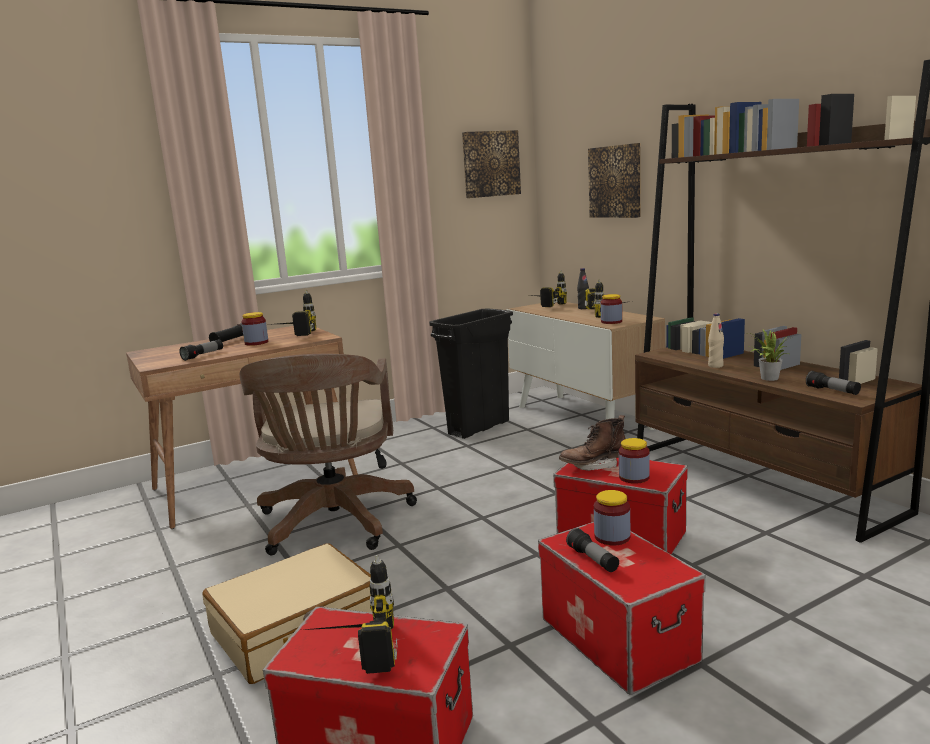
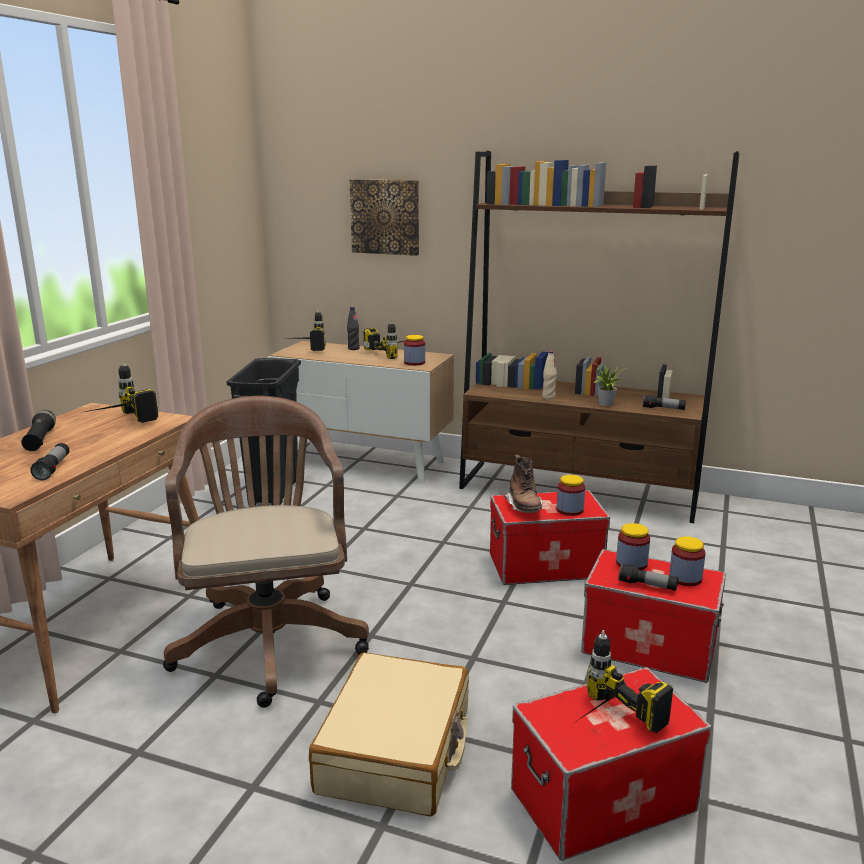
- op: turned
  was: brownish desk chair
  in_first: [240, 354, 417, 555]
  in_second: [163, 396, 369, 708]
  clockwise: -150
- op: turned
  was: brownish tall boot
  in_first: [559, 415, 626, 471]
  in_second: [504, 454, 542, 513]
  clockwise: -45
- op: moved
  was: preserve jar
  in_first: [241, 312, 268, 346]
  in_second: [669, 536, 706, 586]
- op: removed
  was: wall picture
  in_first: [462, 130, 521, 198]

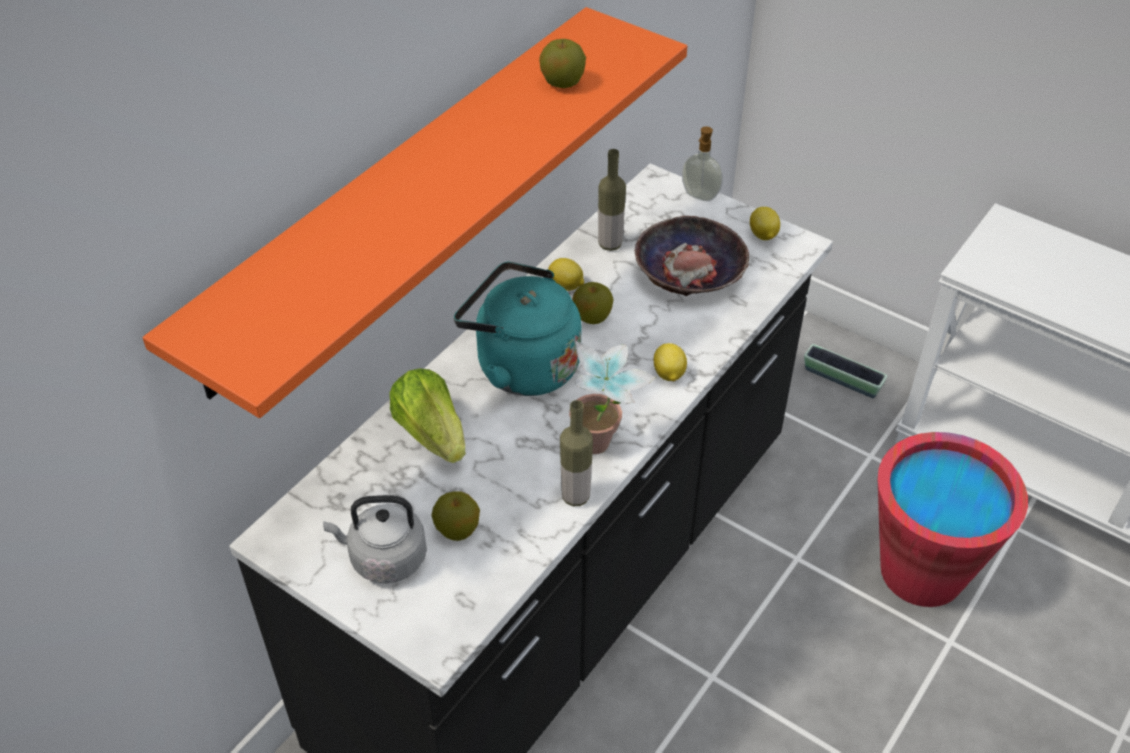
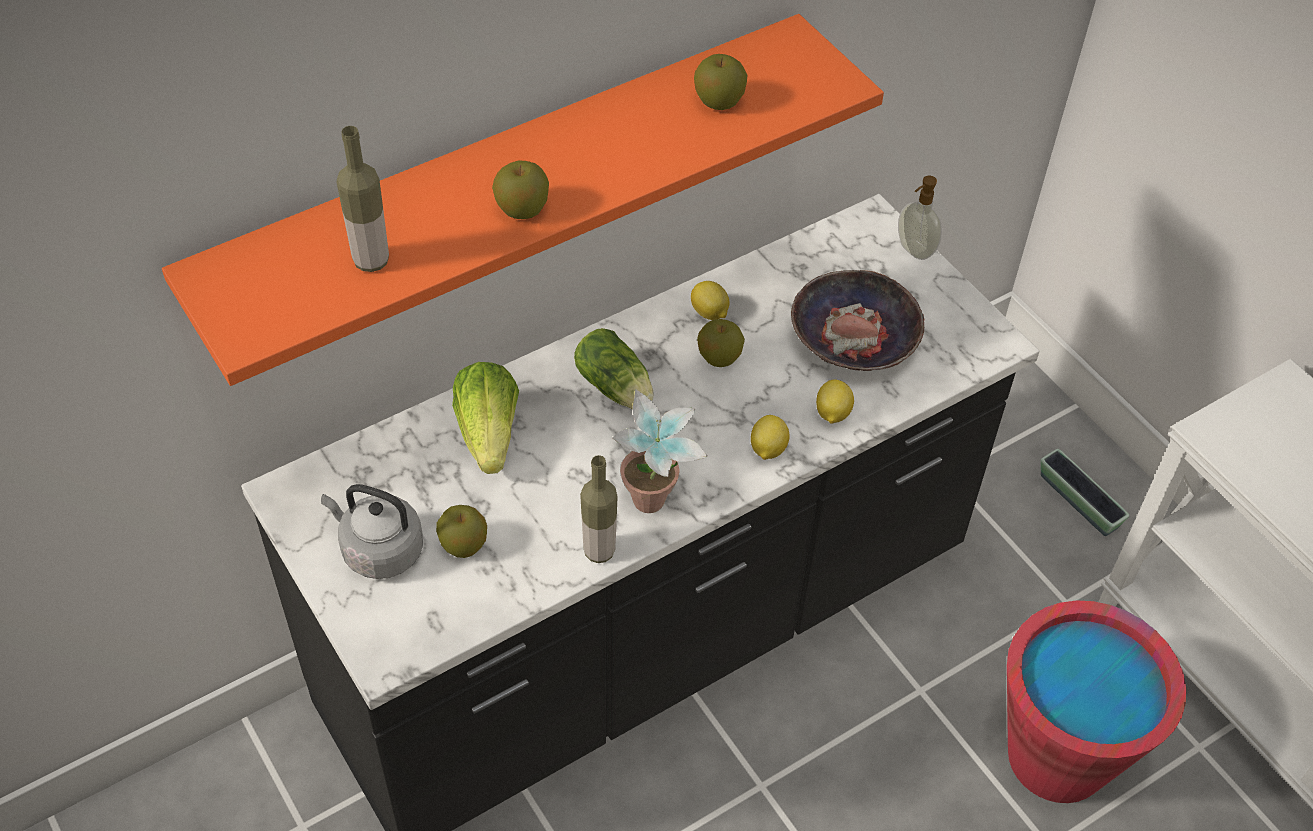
- op: moved
  was: bottle
  in_first: [598, 149, 626, 251]
  in_second: [337, 126, 389, 272]
- op: added
  now: apple fruit
  in_second: [492, 161, 549, 219]
- op: replaced
  was: turquoise-coloured kettle
  now: lettuce head
  in_first: [454, 261, 581, 396]
  in_second: [574, 328, 654, 409]
- op: moved
  was: lemon
  in_first: [750, 207, 780, 240]
  in_second: [816, 379, 854, 424]

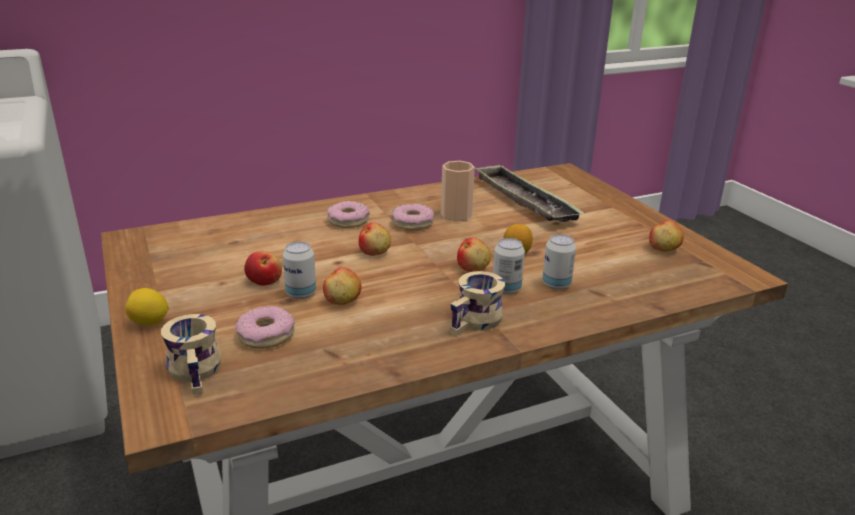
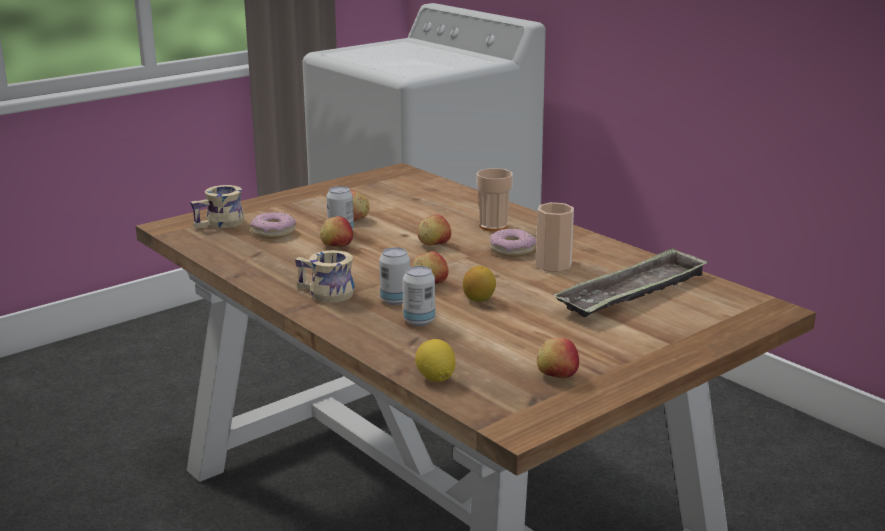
- op: moved
  was: lemon
  in_first: [125, 288, 169, 325]
  in_second: [415, 339, 456, 382]
- op: replaced
  was: ring doughnut
  now: cup
  in_first: [327, 201, 370, 228]
  in_second: [476, 168, 513, 231]

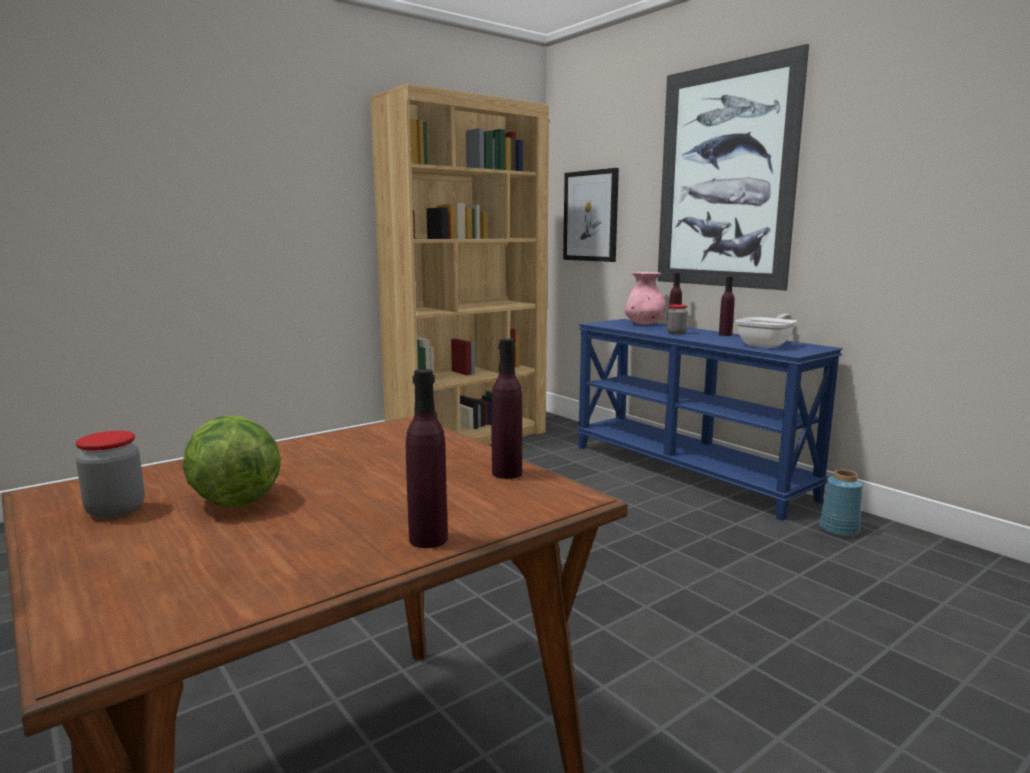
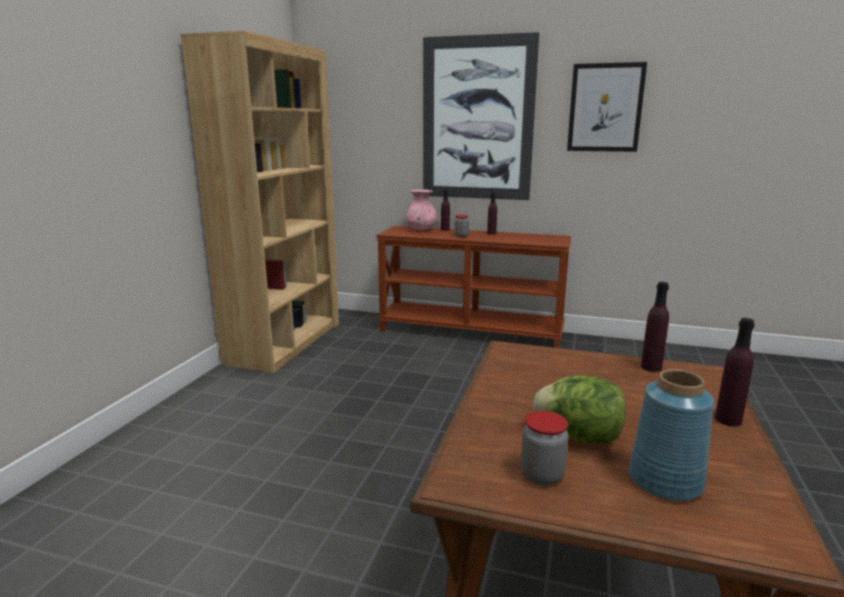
- op: recoloured
  was: blue hall table
  now: brownish hall table
  in_first: [577, 319, 843, 521]
  in_second: [376, 226, 571, 348]
- op: moved
  was: wall picture
  in_first: [563, 168, 619, 262]
  in_second: [567, 62, 647, 152]
- op: moved
  was: blue decorative vase
  in_first: [820, 470, 863, 537]
  in_second: [629, 369, 714, 501]
- op: removed
  was: frying pan
  in_first: [735, 314, 797, 348]

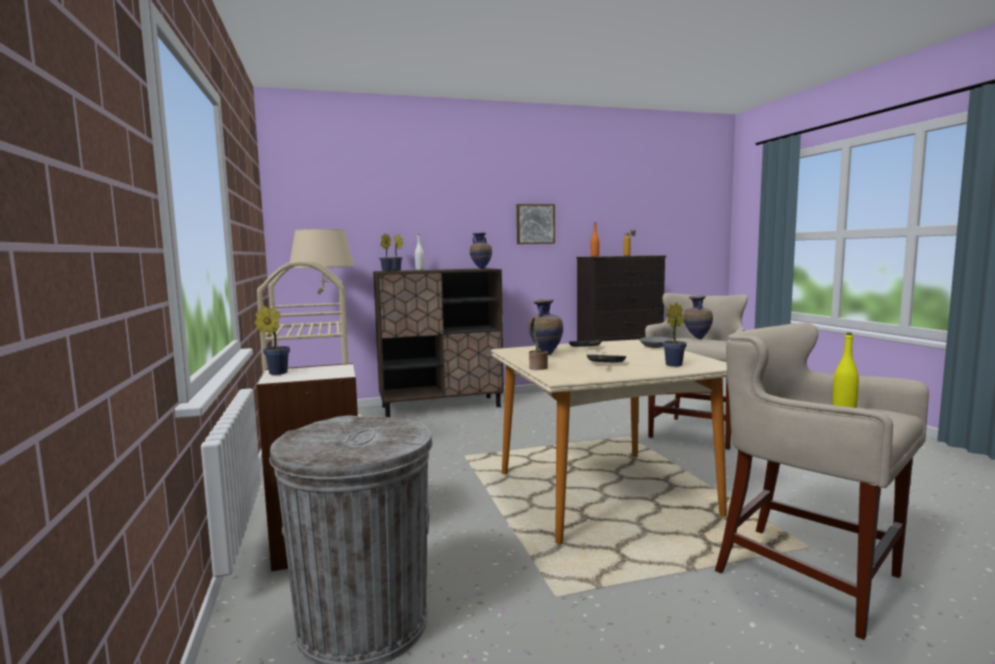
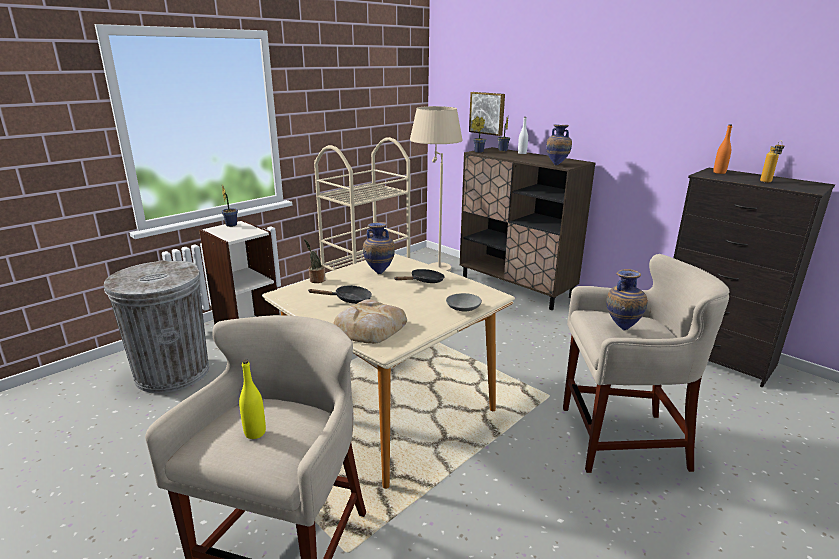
- op: replaced
  was: houseplant
  now: baked bread
  in_first: [663, 302, 687, 367]
  in_second: [333, 299, 407, 344]
- op: moved
  was: wall picture
  in_first: [517, 204, 555, 244]
  in_second: [469, 92, 505, 136]

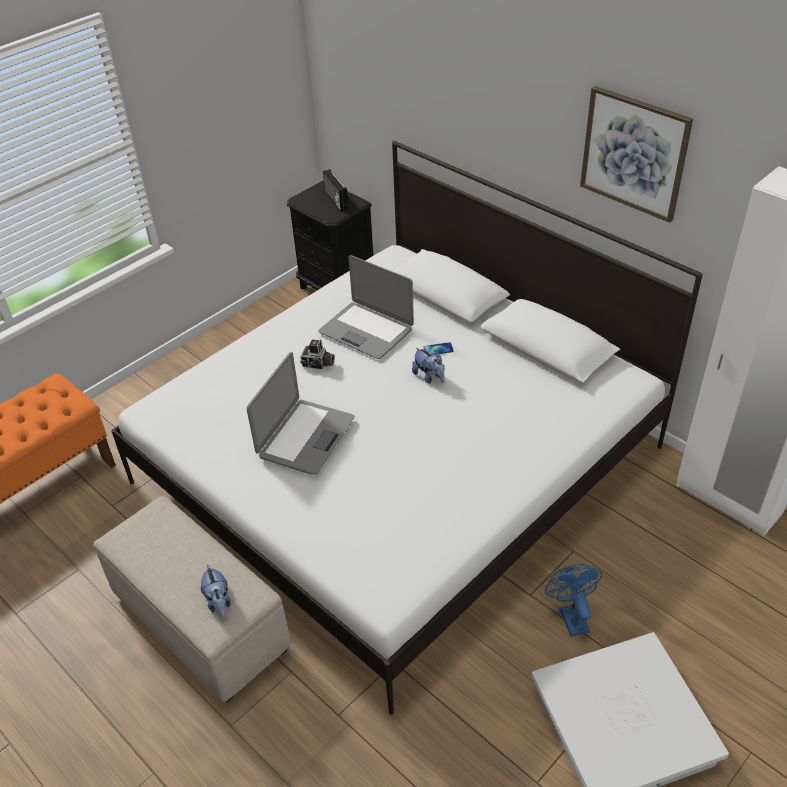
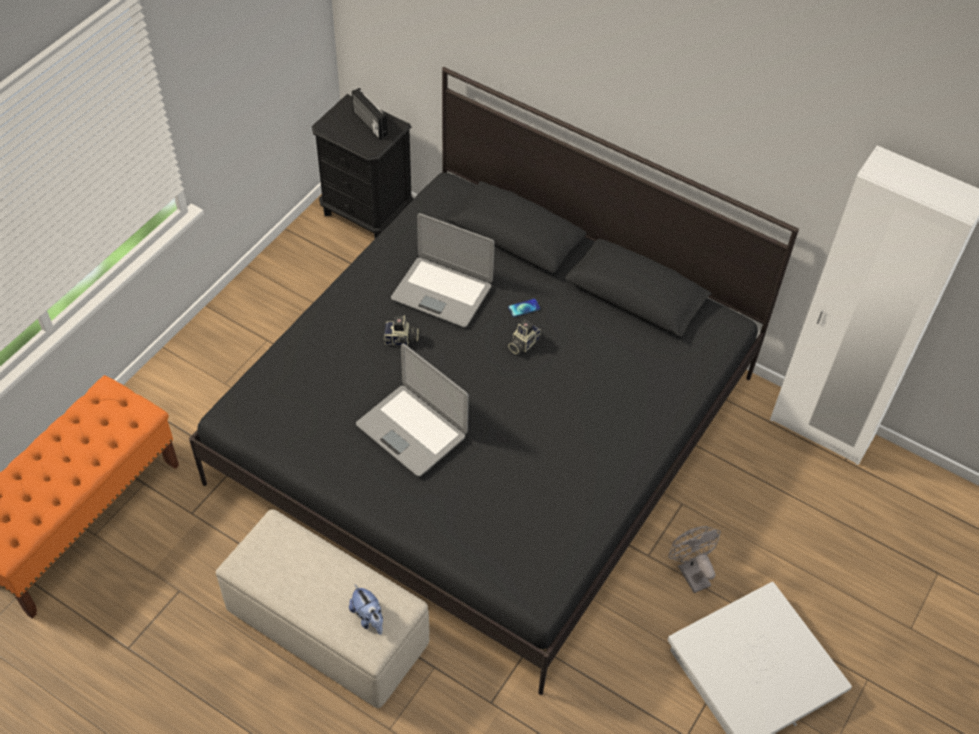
- op: recoloured
  was: white bedroom bed
  now: black bedroom bed
  in_first: [111, 140, 703, 715]
  in_second: [189, 67, 799, 695]
- op: turned
  was: notebook computer
  in_first: [246, 352, 355, 475]
  in_second: [356, 344, 469, 476]
  clockwise: 120
- op: replaced
  was: plush toy
  now: still camera
  in_first: [412, 347, 445, 384]
  in_second: [508, 320, 541, 354]
- op: recoloured
  was: blue fan
  now: greyish fan
  in_first: [545, 564, 602, 636]
  in_second: [668, 526, 721, 593]
- op: removed
  was: wall picture
  in_first: [580, 86, 693, 223]

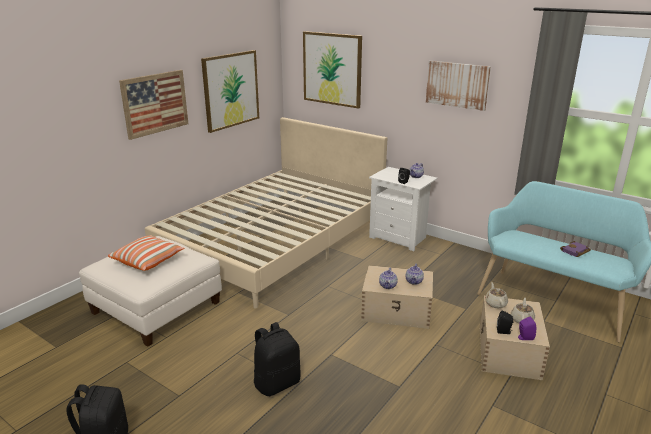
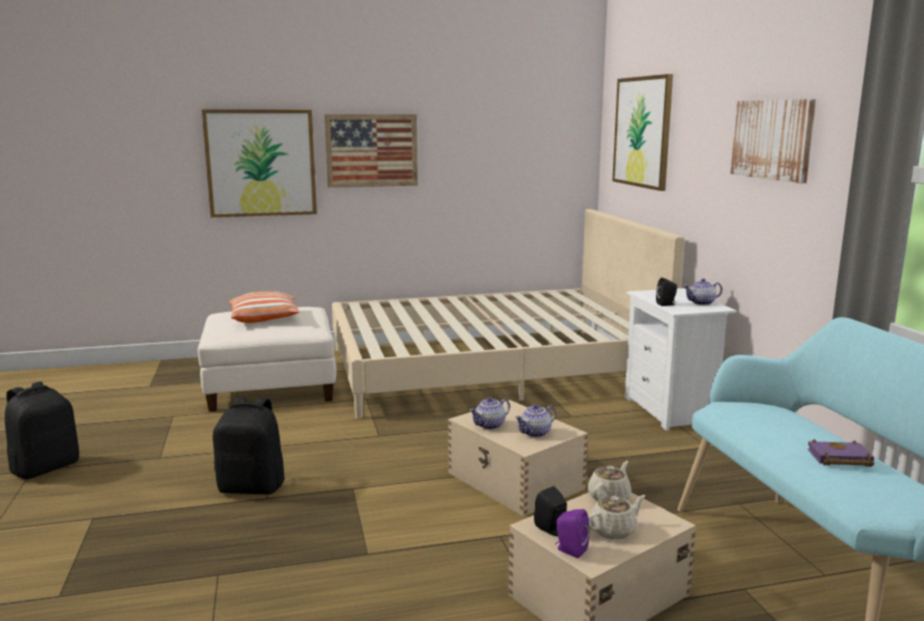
- op: moved
  was: wall picture
  in_first: [201, 50, 259, 133]
  in_second: [202, 109, 317, 217]

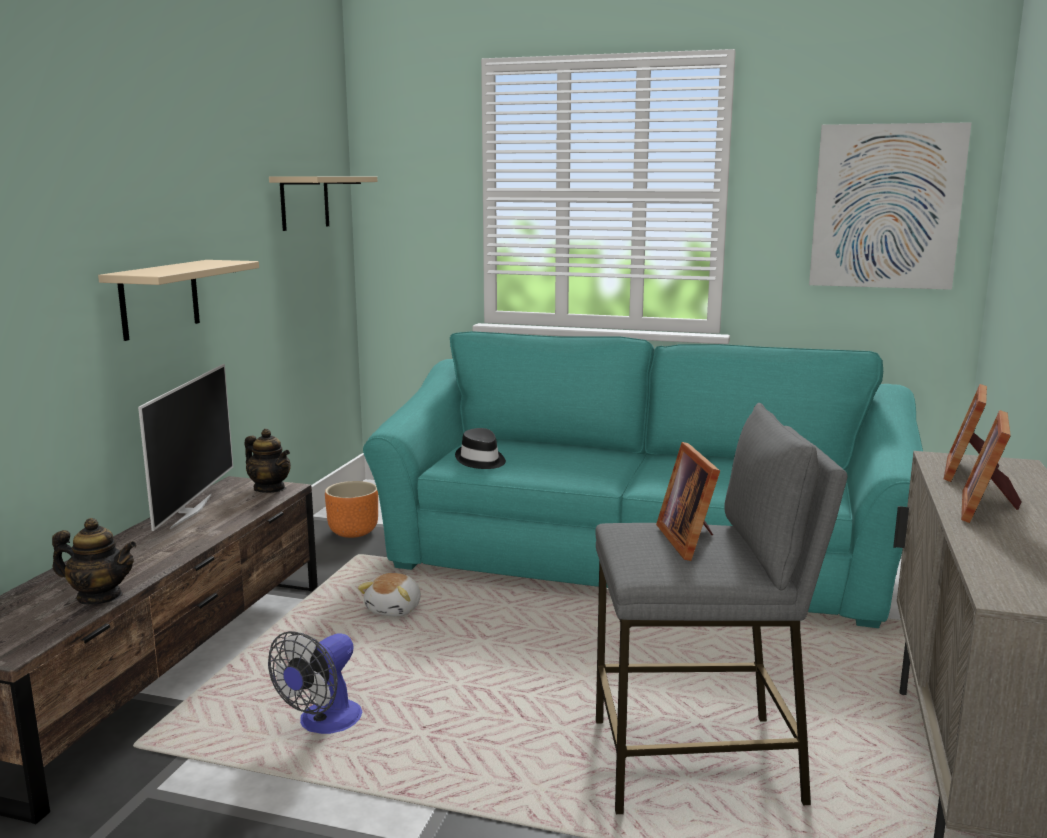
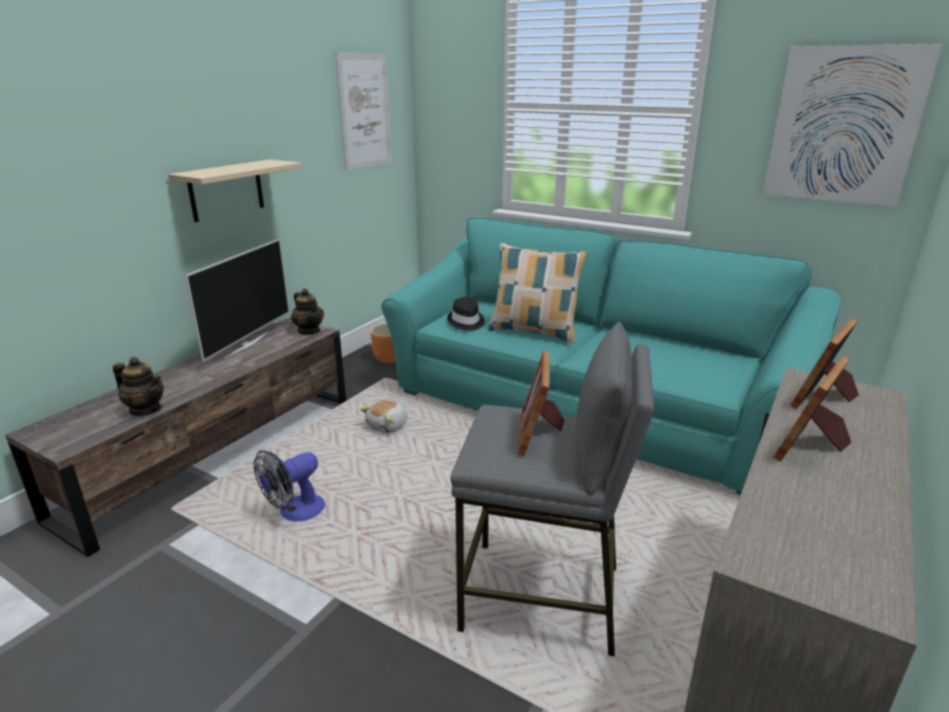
- op: replaced
  was: beige wall shelf
  now: wall picture
  in_first: [269, 176, 377, 231]
  in_second: [335, 52, 392, 171]
- op: added
  now: pillow
  in_second: [488, 243, 587, 343]

